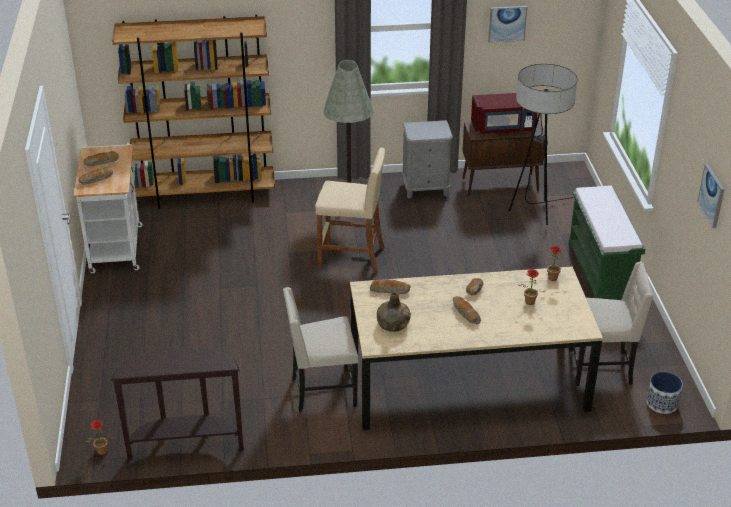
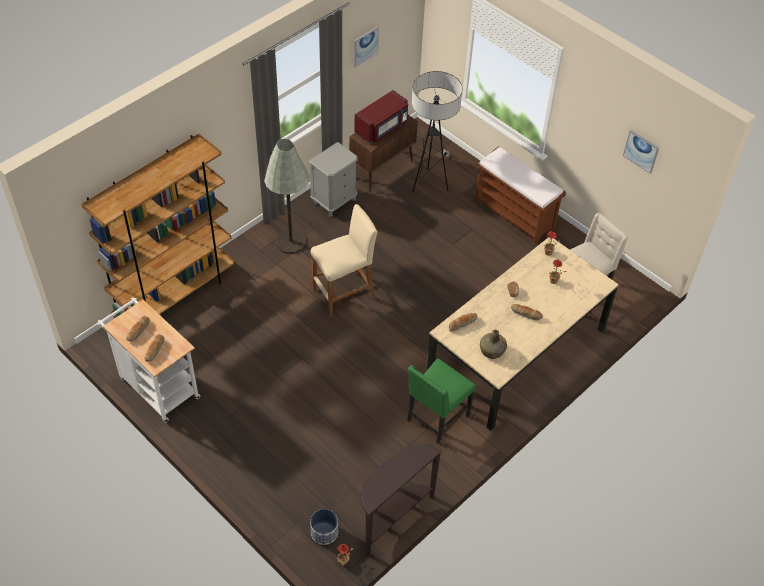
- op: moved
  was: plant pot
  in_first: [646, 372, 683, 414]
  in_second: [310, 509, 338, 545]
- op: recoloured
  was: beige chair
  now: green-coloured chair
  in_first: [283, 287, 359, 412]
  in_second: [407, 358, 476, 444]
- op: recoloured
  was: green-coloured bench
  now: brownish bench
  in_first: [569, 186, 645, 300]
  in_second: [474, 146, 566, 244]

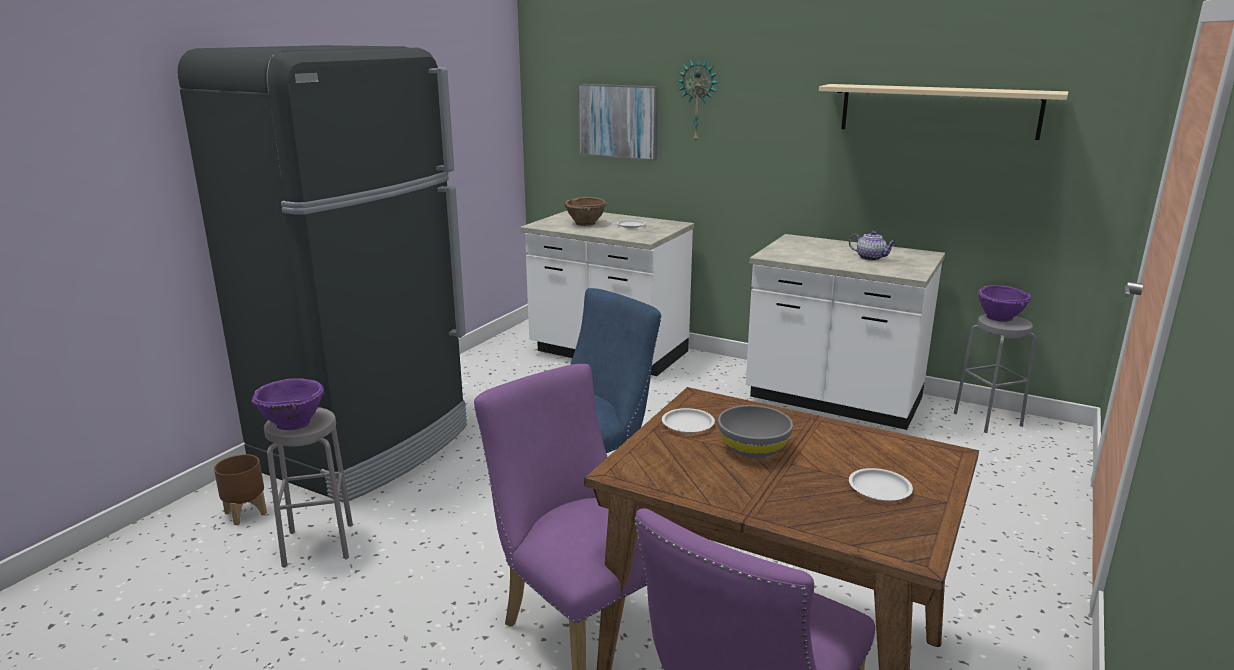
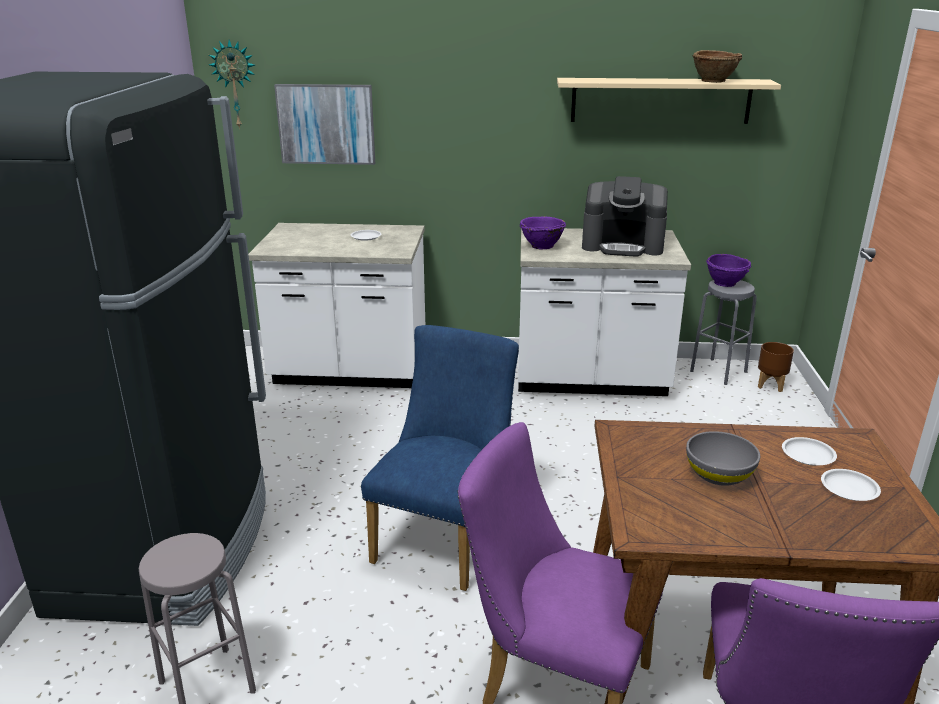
- op: moved
  was: clock on the wall
  in_first: [677, 58, 719, 143]
  in_second: [209, 40, 255, 129]
- op: moved
  was: purplish deep dish
  in_first: [252, 378, 324, 430]
  in_second: [520, 217, 566, 250]
- op: replaced
  was: teapot
  now: coffee machine
  in_first: [849, 231, 897, 261]
  in_second: [582, 176, 668, 257]
- op: moved
  was: brownish deep dish
  in_first: [565, 197, 606, 226]
  in_second: [693, 50, 742, 83]
- op: moved
  was: brownish plant pot
  in_first: [214, 454, 267, 525]
  in_second: [758, 342, 794, 392]
- op: moved
  was: white dinner plate
  in_first: [662, 408, 715, 433]
  in_second: [782, 437, 837, 466]

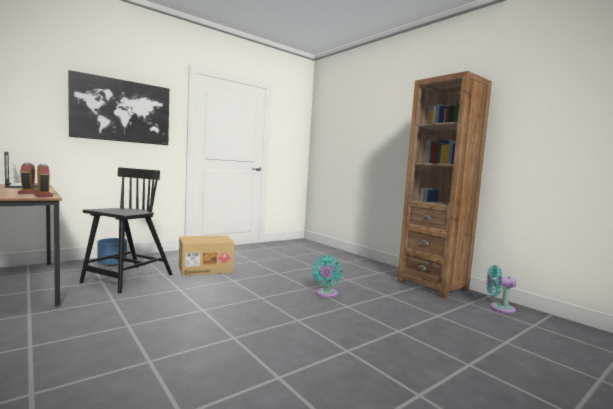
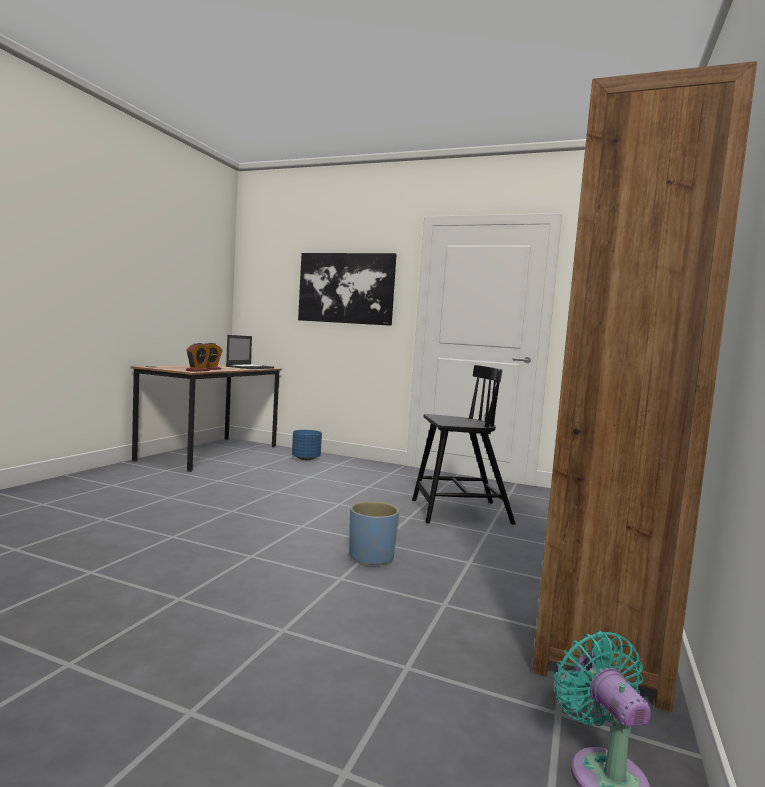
- op: replaced
  was: turquoise-coloured fan
  now: blue plant pot
  in_first: [312, 255, 343, 297]
  in_second: [349, 501, 399, 565]
- op: moved
  was: black chair
  in_first: [79, 167, 172, 293]
  in_second: [412, 365, 516, 525]
- op: removed
  was: cardboard box
  in_first: [179, 235, 234, 276]

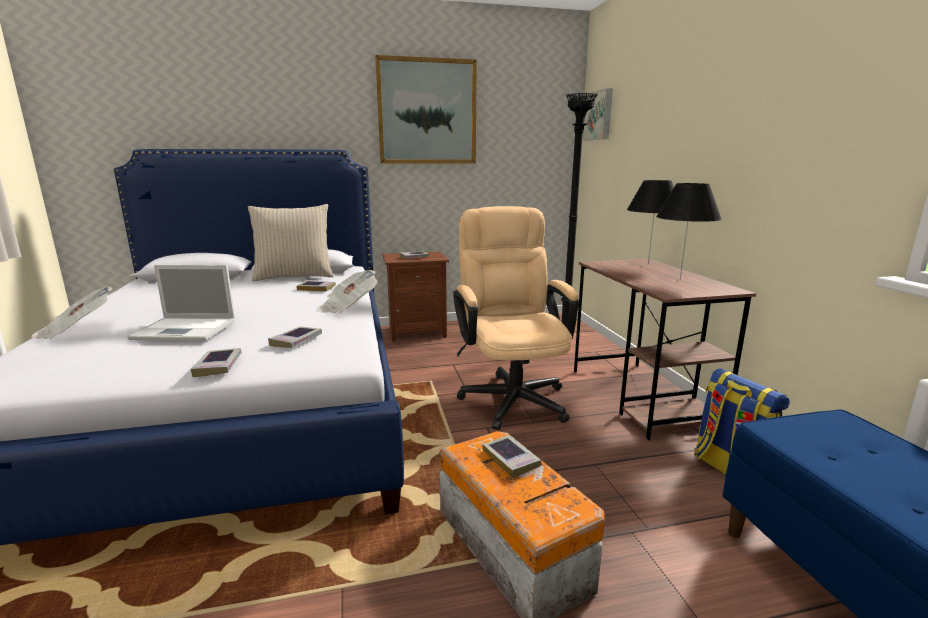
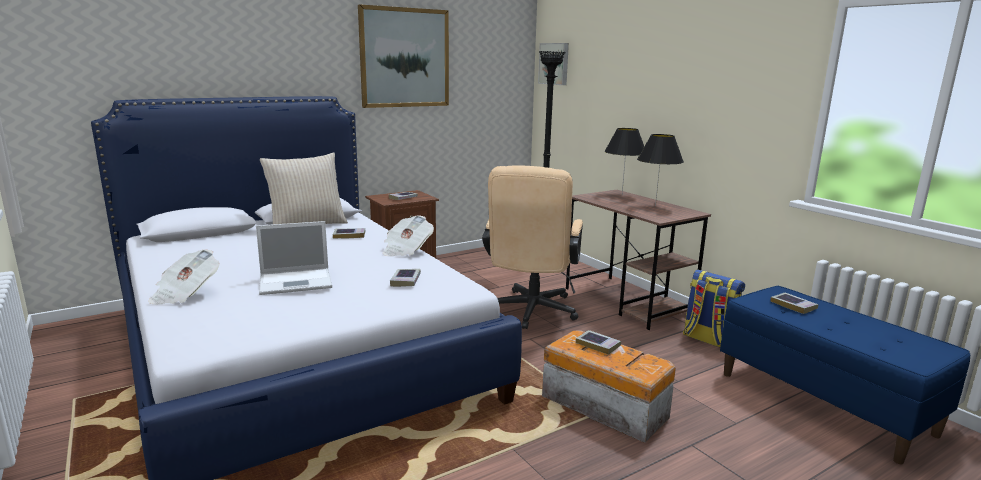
- op: turned
  was: beige desk chair
  in_first: [453, 206, 579, 430]
  in_second: [482, 166, 583, 329]
  clockwise: -135
- op: moved
  was: bound book
  in_first: [190, 348, 242, 377]
  in_second: [770, 292, 819, 314]

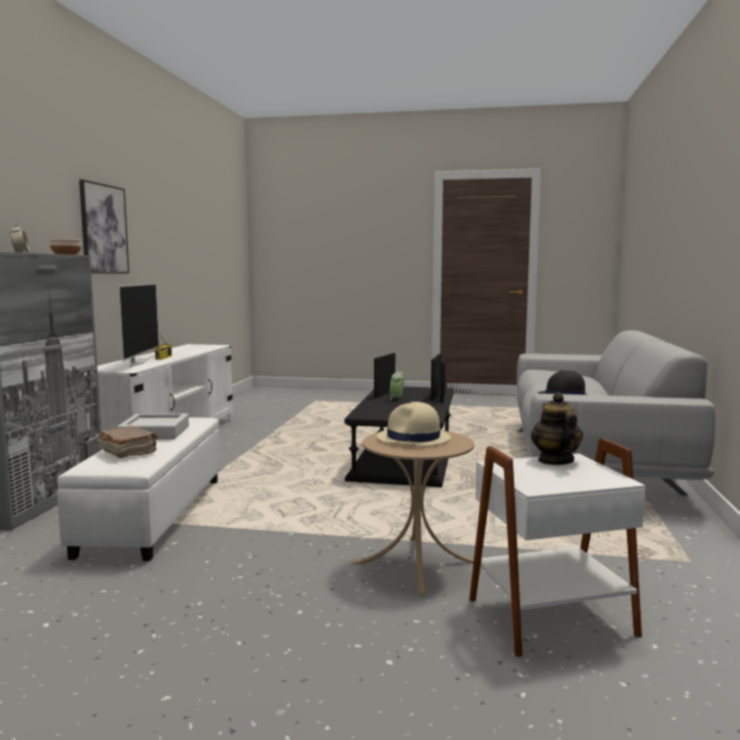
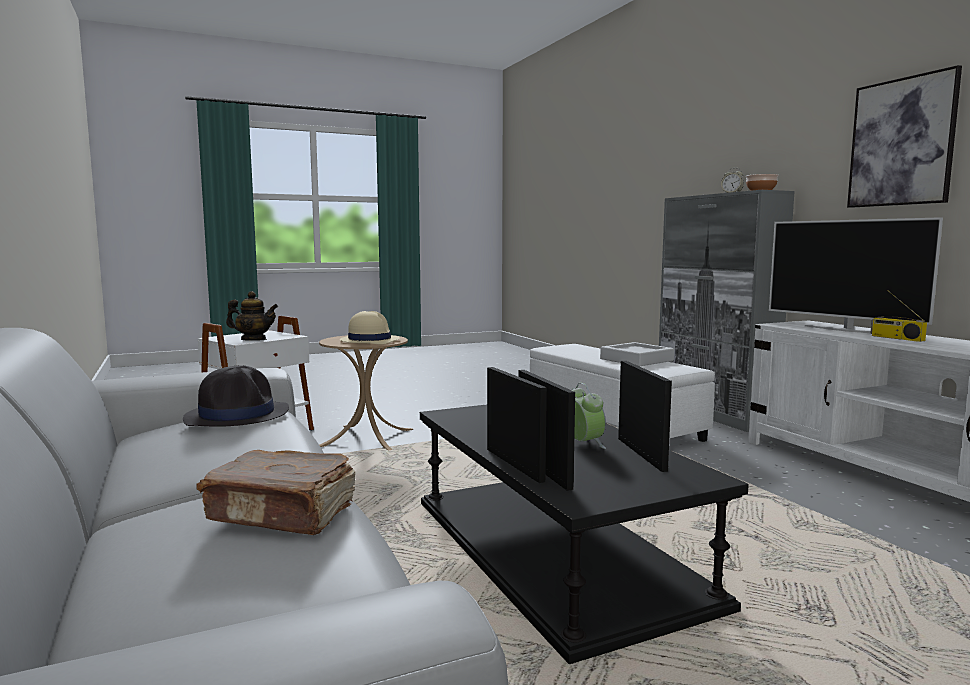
- op: moved
  was: brownish bound book
  in_first: [97, 426, 158, 458]
  in_second: [197, 450, 356, 535]
- op: turned
  was: teapot
  in_first: [531, 392, 583, 465]
  in_second: [226, 291, 278, 341]
  clockwise: -45

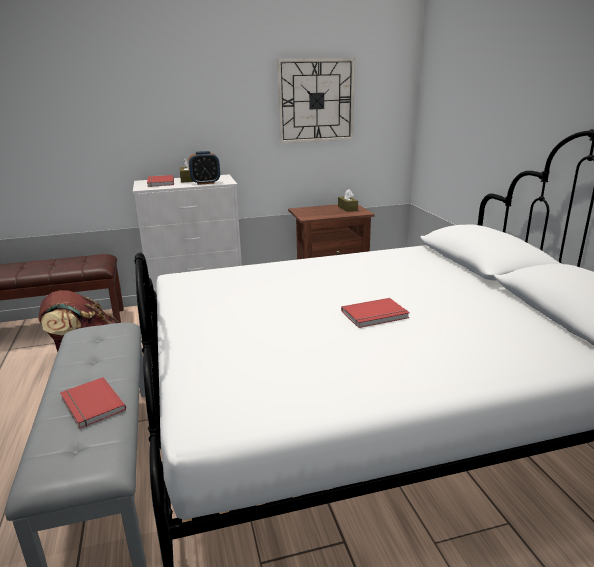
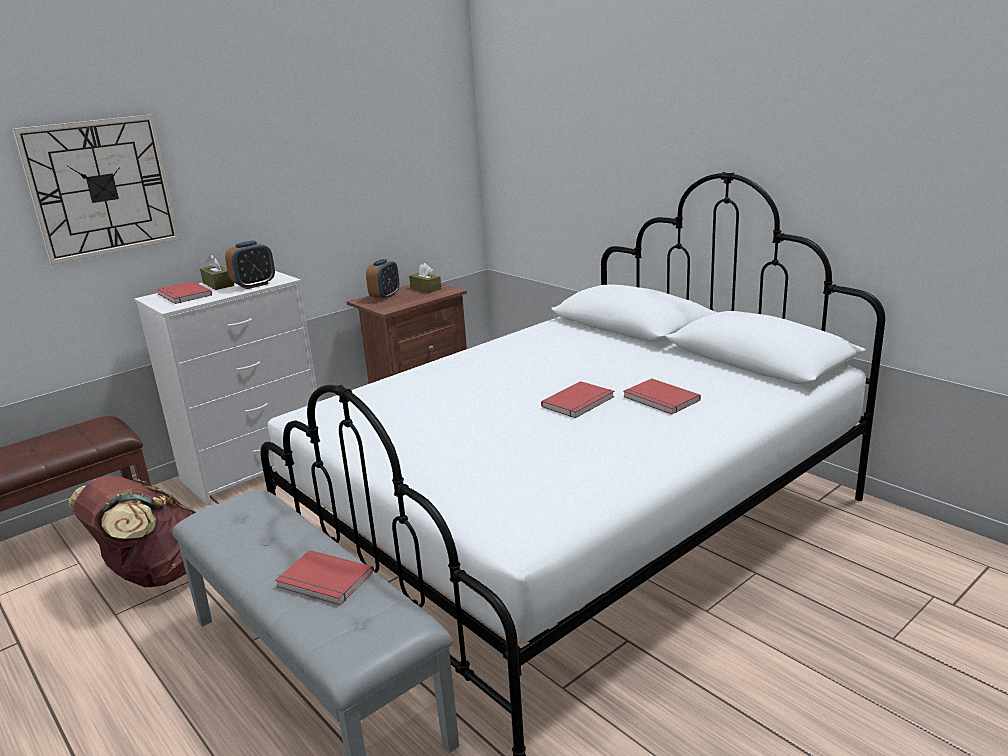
- op: moved
  was: clock on the wall
  in_first: [277, 58, 355, 143]
  in_second: [12, 114, 180, 265]
- op: added
  now: bedside clock
  in_second: [366, 259, 399, 300]
- op: added
  now: red bound book
  in_second: [623, 378, 701, 414]

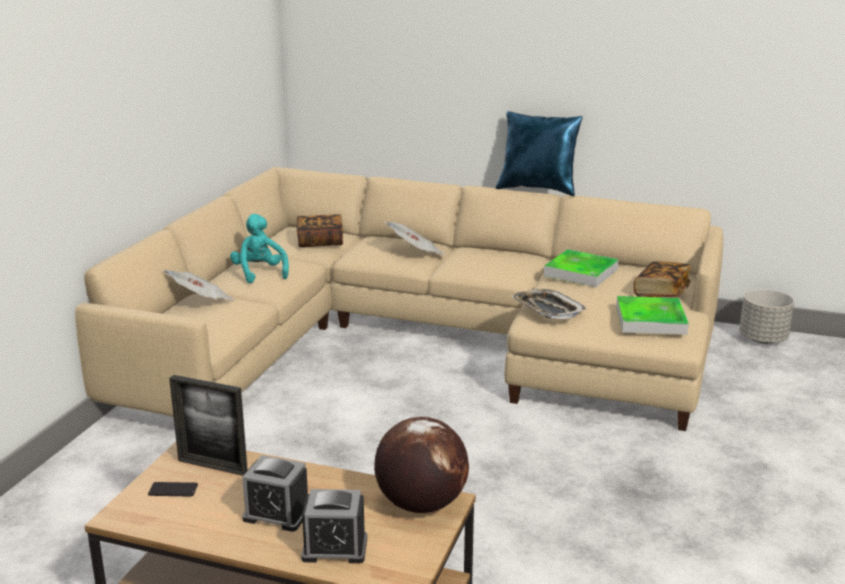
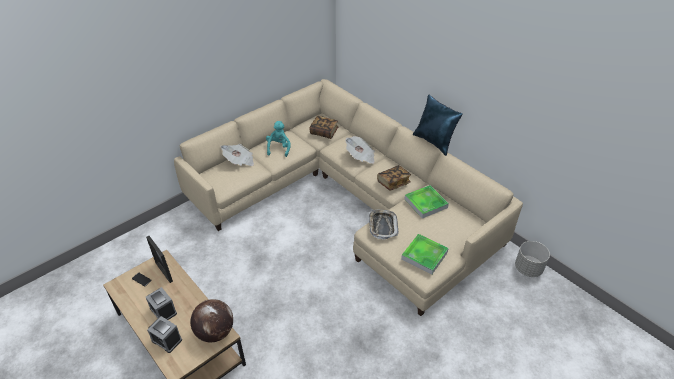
- op: moved
  was: bound book
  in_first: [633, 261, 691, 298]
  in_second: [377, 165, 411, 190]

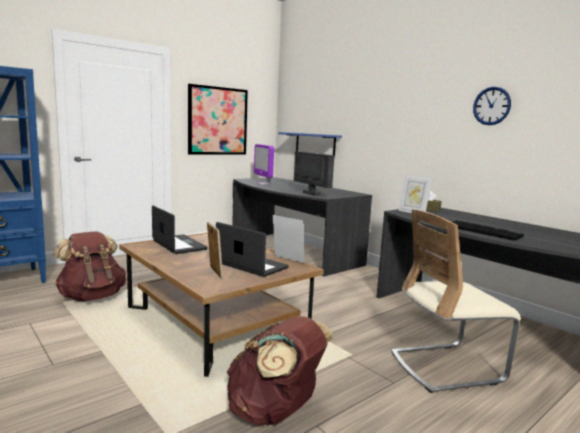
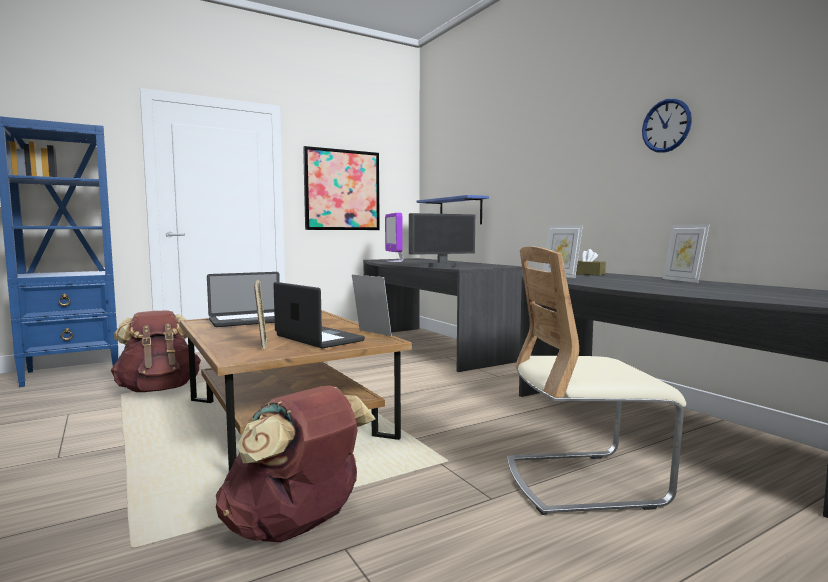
- op: turned
  was: notebook computer
  in_first: [152, 205, 207, 254]
  in_second: [207, 272, 280, 327]
  clockwise: 90
- op: turned
  was: computer screen
  in_first: [294, 151, 334, 196]
  in_second: [409, 213, 475, 268]
  clockwise: 90
- op: added
  now: standing frame
  in_second: [662, 224, 710, 283]
- op: removed
  was: computer keyboard
  in_first: [452, 220, 524, 241]

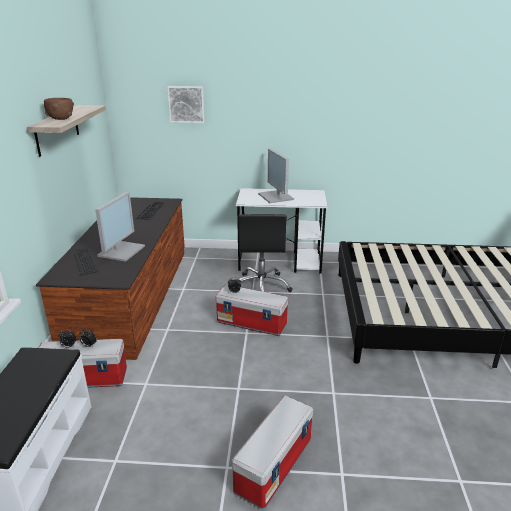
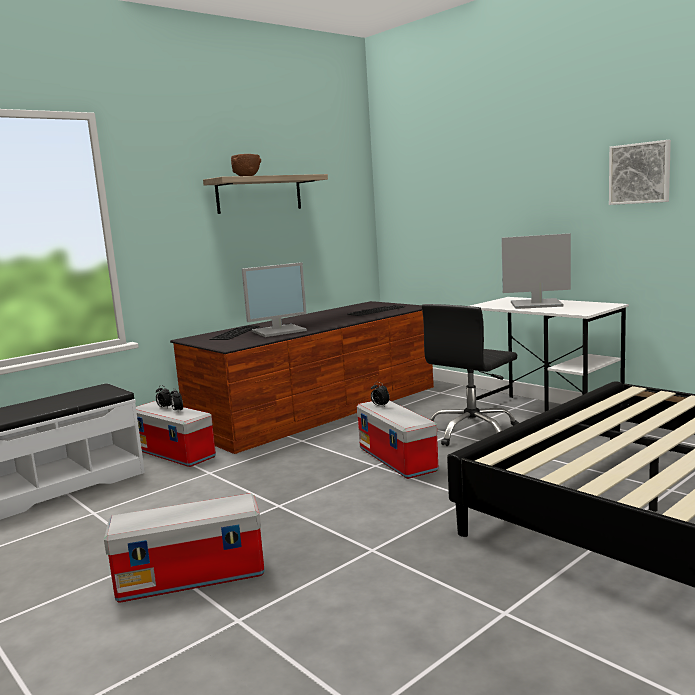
- op: turned
  was: computer screen
  in_first: [258, 149, 294, 203]
  in_second: [501, 233, 571, 309]
  clockwise: 75
- op: moved
  was: wall picture
  in_first: [167, 86, 205, 123]
  in_second: [609, 140, 671, 205]

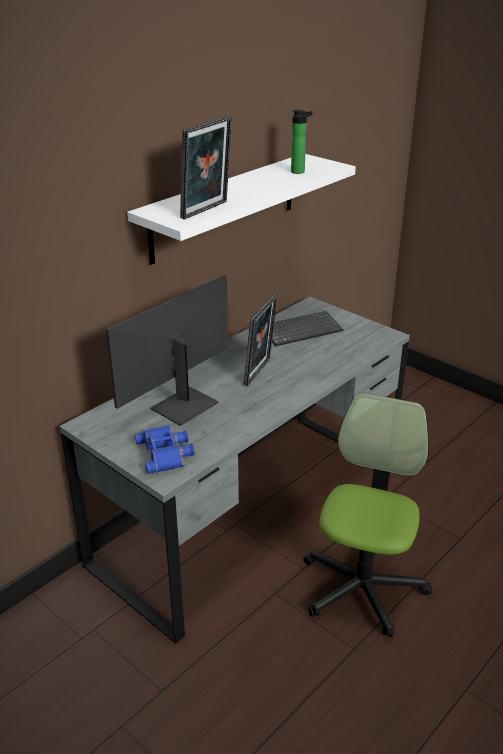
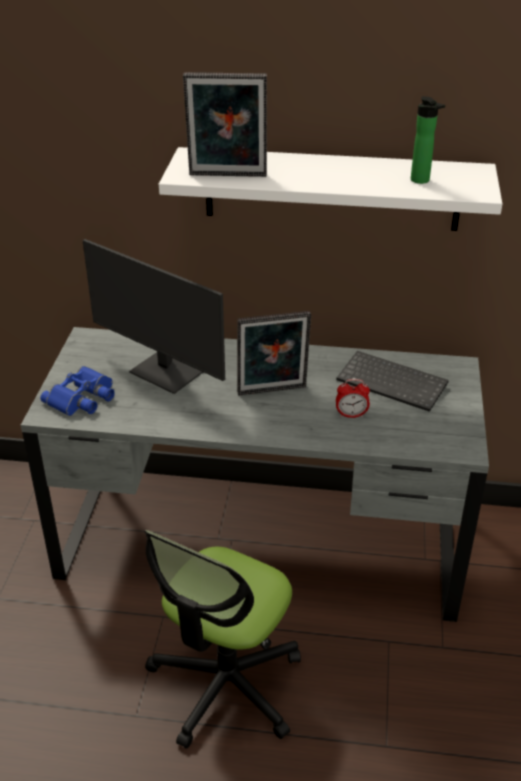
- op: turned
  was: computer screen
  in_first: [106, 275, 228, 426]
  in_second: [82, 239, 225, 394]
  clockwise: -150
- op: turned
  was: desk chair
  in_first: [304, 393, 432, 637]
  in_second: [144, 530, 301, 749]
  clockwise: 135
- op: added
  now: bedside clock
  in_second: [336, 379, 370, 418]

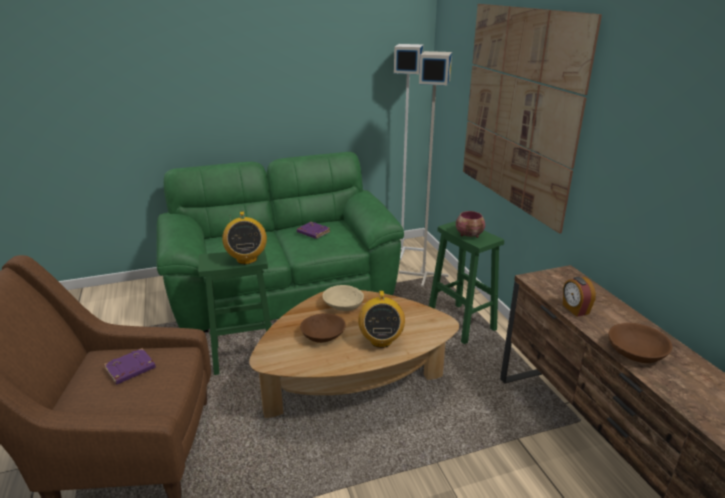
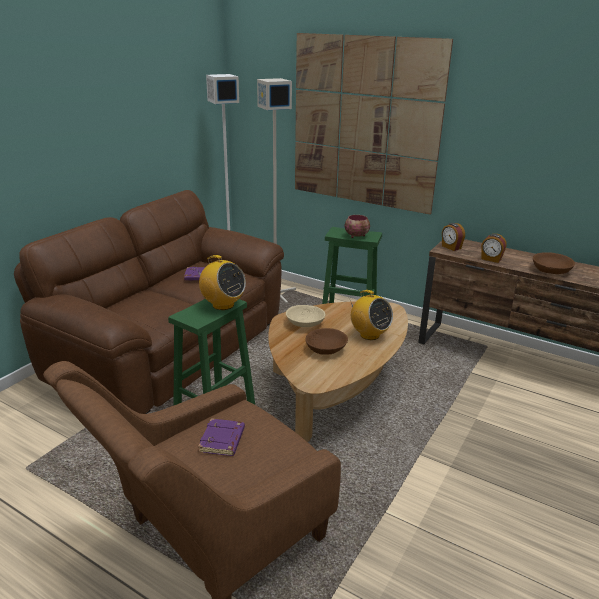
- op: recoloured
  was: green-coloured couch
  now: brownish couch
  in_first: [157, 152, 404, 333]
  in_second: [14, 190, 284, 414]
- op: added
  now: bedside clock
  in_second: [442, 223, 465, 251]

